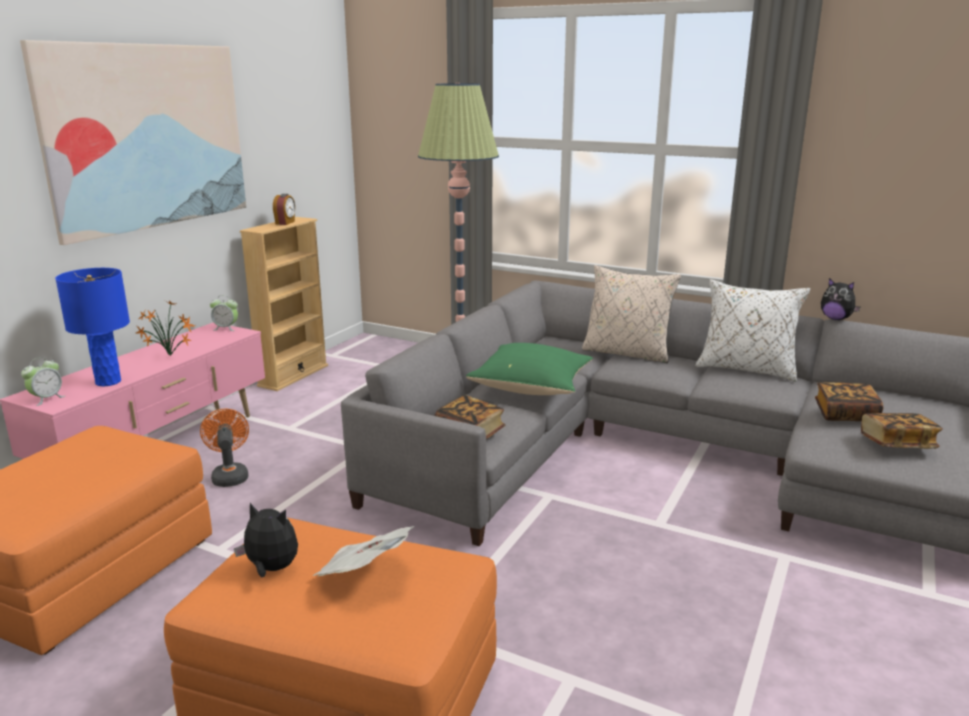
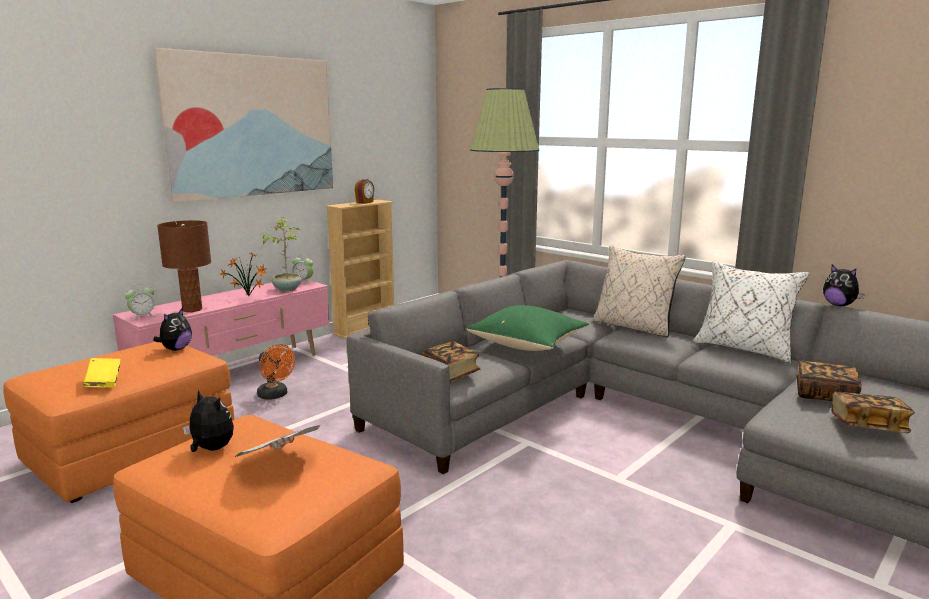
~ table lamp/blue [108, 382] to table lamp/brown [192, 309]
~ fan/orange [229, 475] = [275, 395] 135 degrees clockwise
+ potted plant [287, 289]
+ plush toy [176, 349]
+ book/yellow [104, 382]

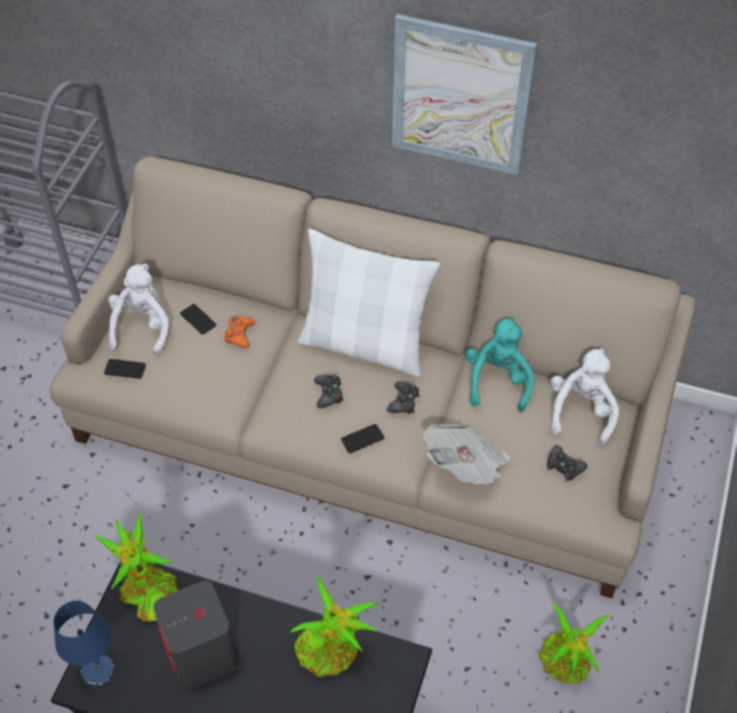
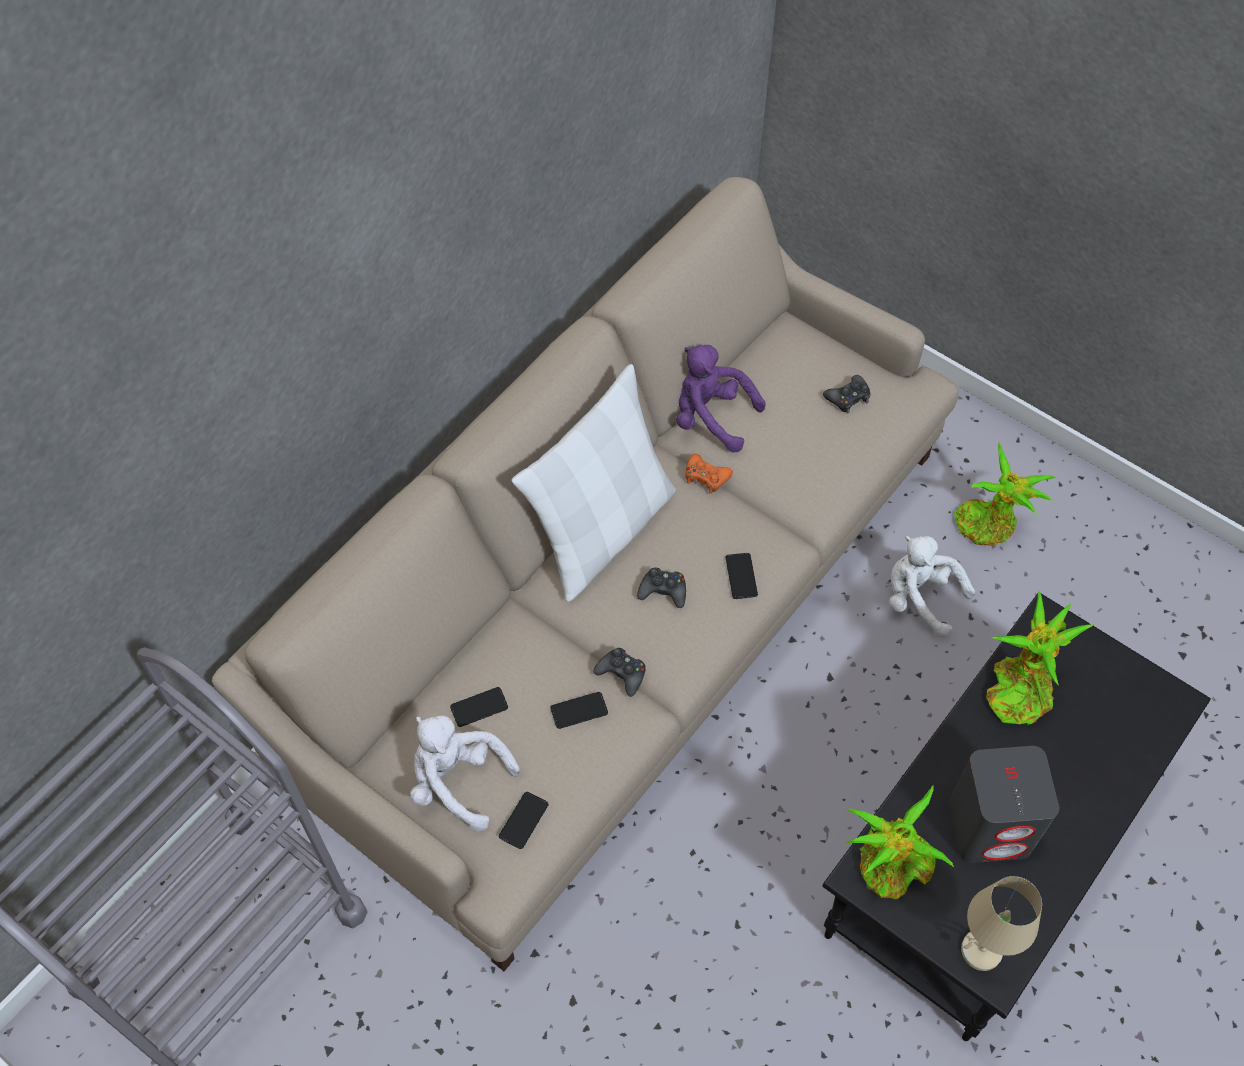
- picture [460, 96]
~ game controller/orange [239, 335] to [706, 477]
~ plush toy/turquoise [498, 380] to plush toy/purple [710, 417]
~ plush toy/white [581, 411] to [920, 598]
~ game controller/black [403, 401] to [622, 673]
- newspaper [466, 465]
~ table lamp/blue [97, 670] to table lamp/beige [980, 951]
+ phone [579, 710]

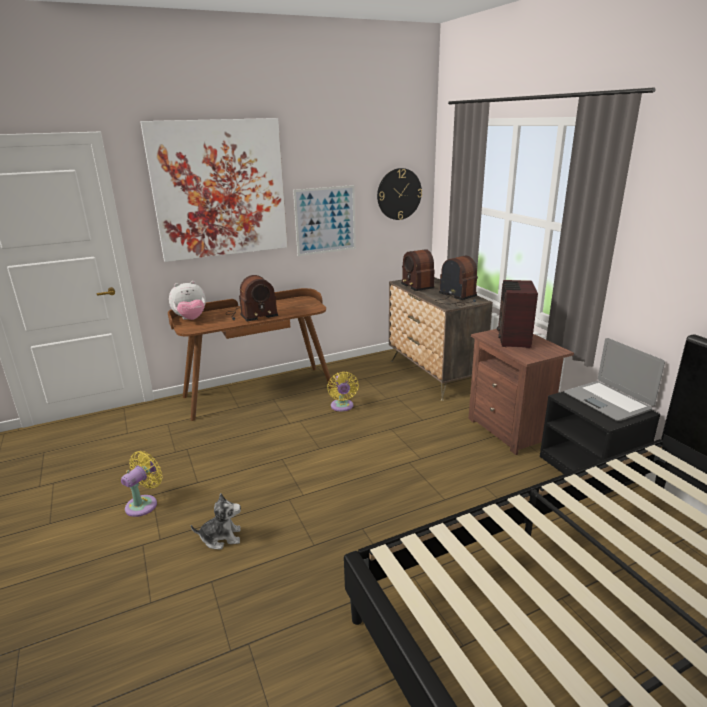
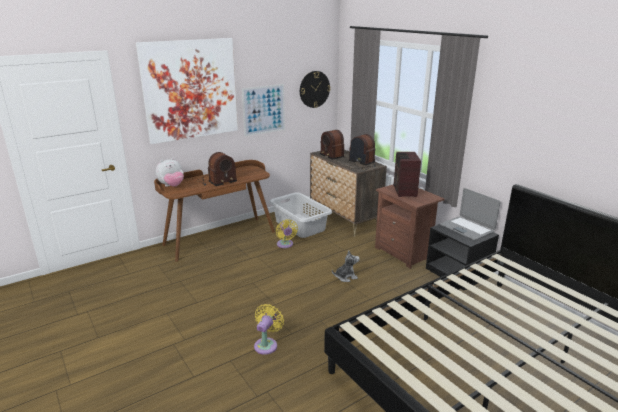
~ fan/yellow [144, 504] to [267, 344]
~ plush toy [221, 537] to [345, 277]
+ laundry basket/grey [300, 225]

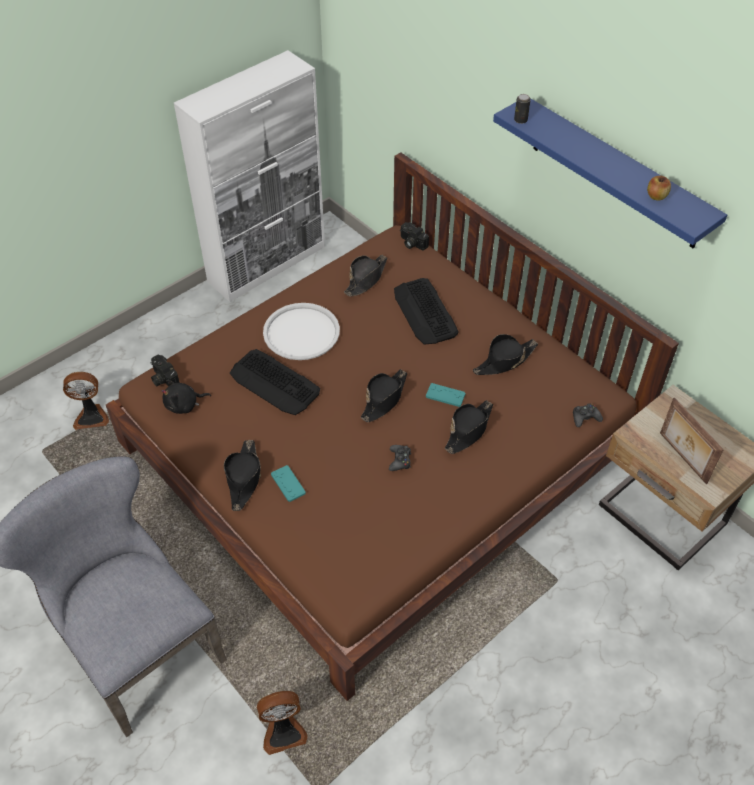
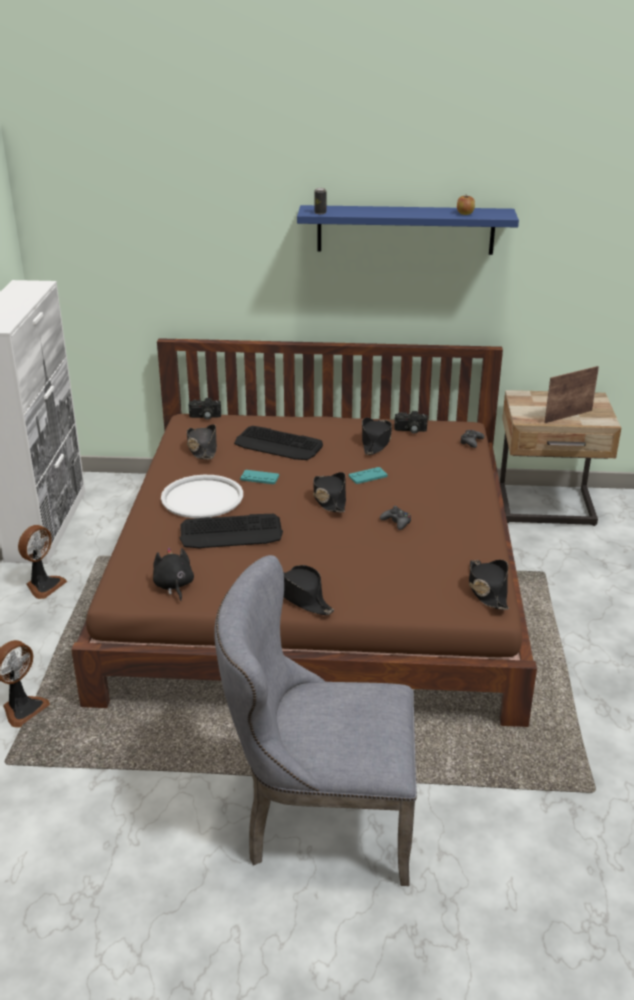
~ photo camera [163, 378] to [410, 430]
~ plush toy/black [184, 405] = [174, 586] 135 degrees clockwise
~ picture frame [682, 458] = [567, 416] 135 degrees clockwise
~ hat/black [469, 430] to [487, 589]
~ game controller/turquoise [288, 484] to [259, 478]
~ fan [283, 731] to [43, 585]

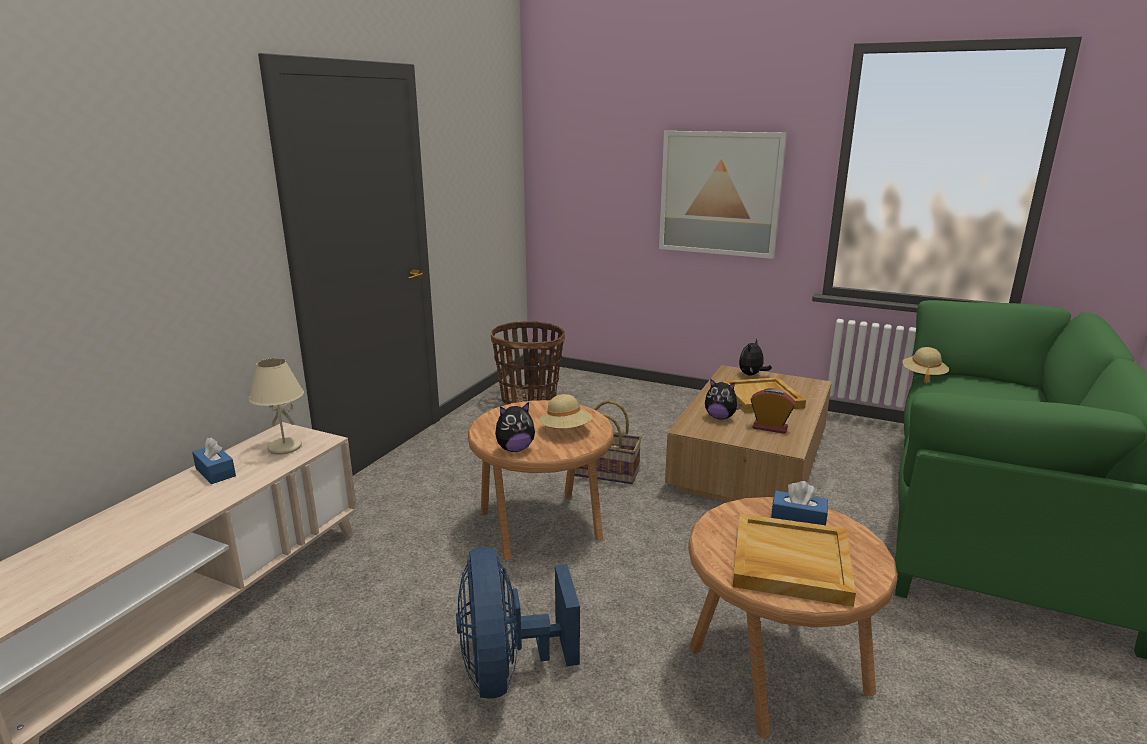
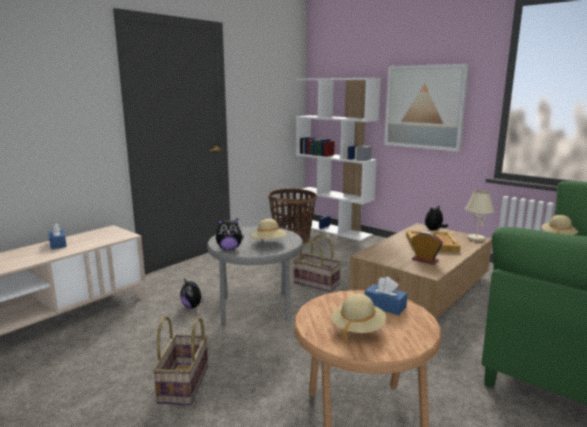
~ table lamp/beige [284, 448] to [476, 239]
~ plush toy [720, 417] to [192, 306]
~ side table/brown [542, 526] to side table/grey [257, 308]
~ tray/beige [789, 563] to hat/beige [358, 329]
~ fan/blue [508, 670] to basket [185, 384]
+ bookcase/white [333, 230]

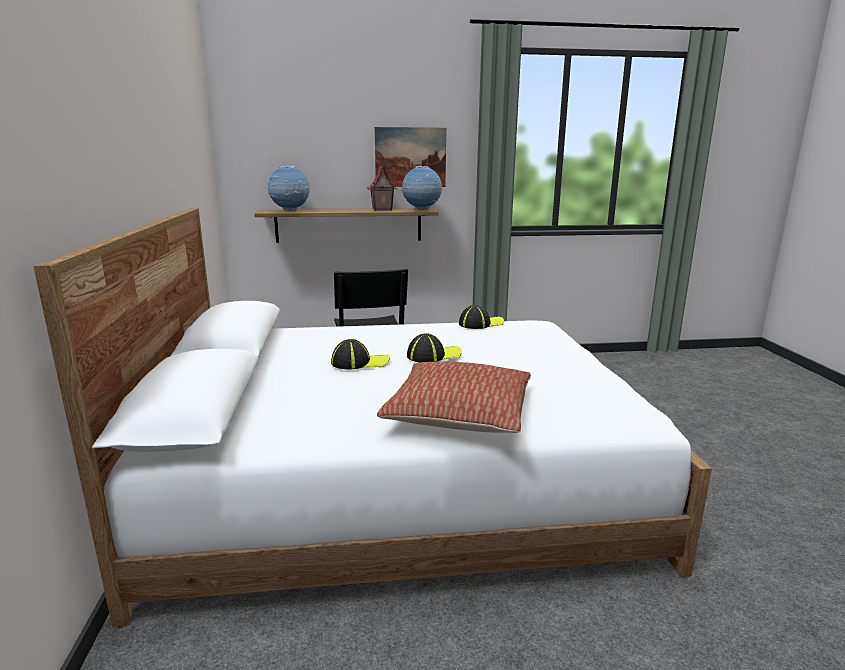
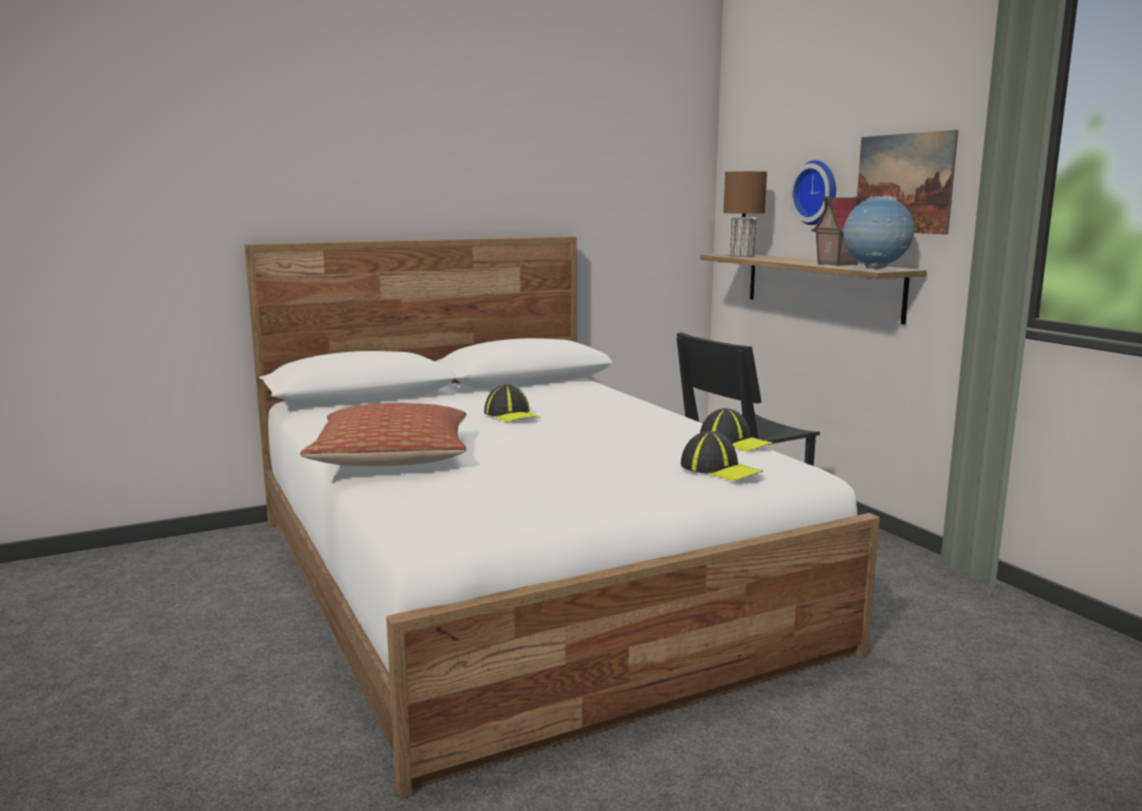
~ globe [290, 211] to table lamp/brown [741, 256]
~ cap [433, 355] to [720, 469]
+ wall clock [817, 192]

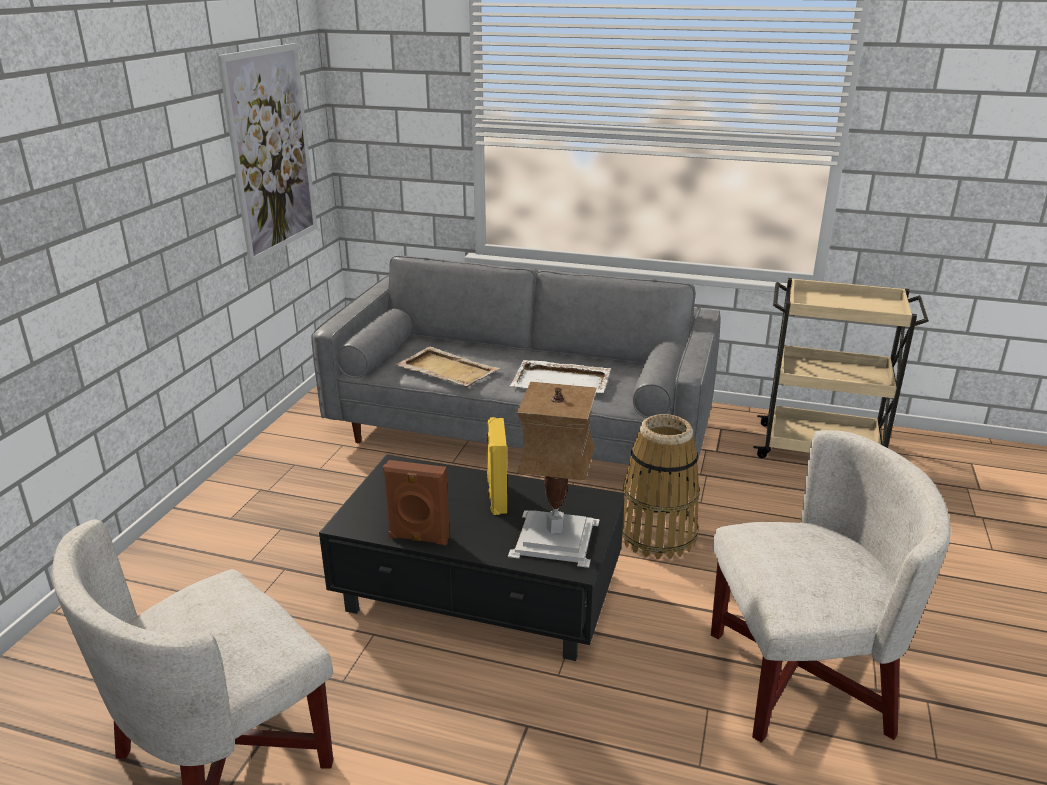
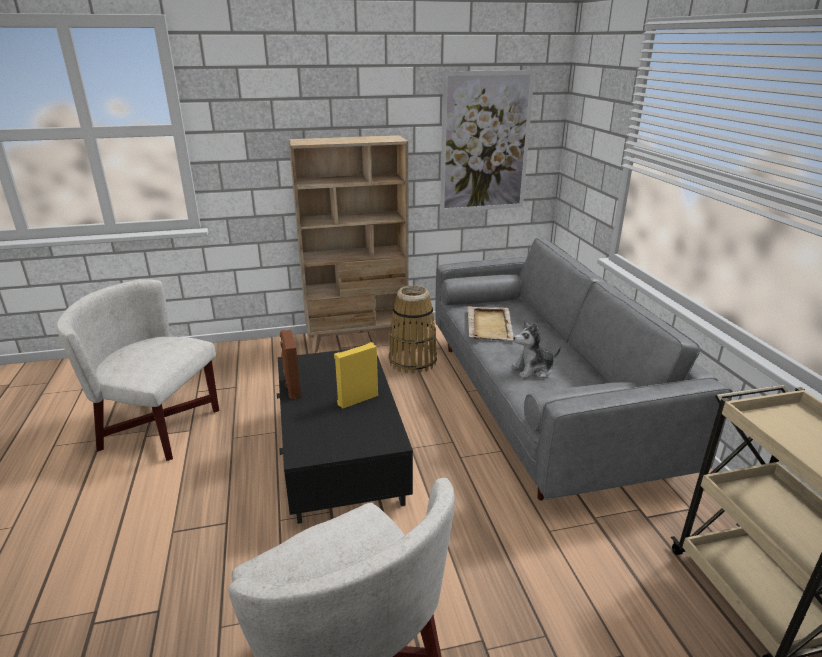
~ tray/white [562, 381] to plush toy [533, 370]
- table lamp [552, 538]
~ basket [657, 535] to [413, 361]
+ bookcase/beige [358, 339]

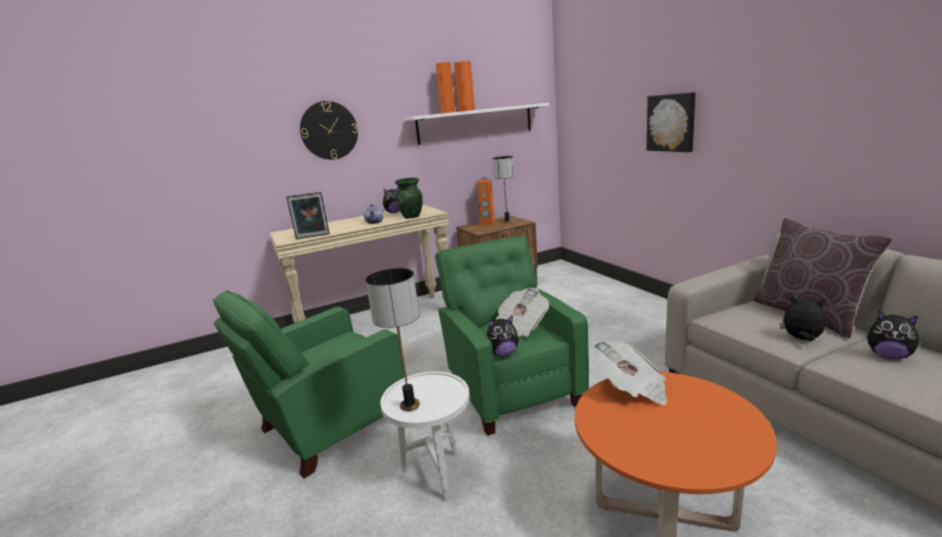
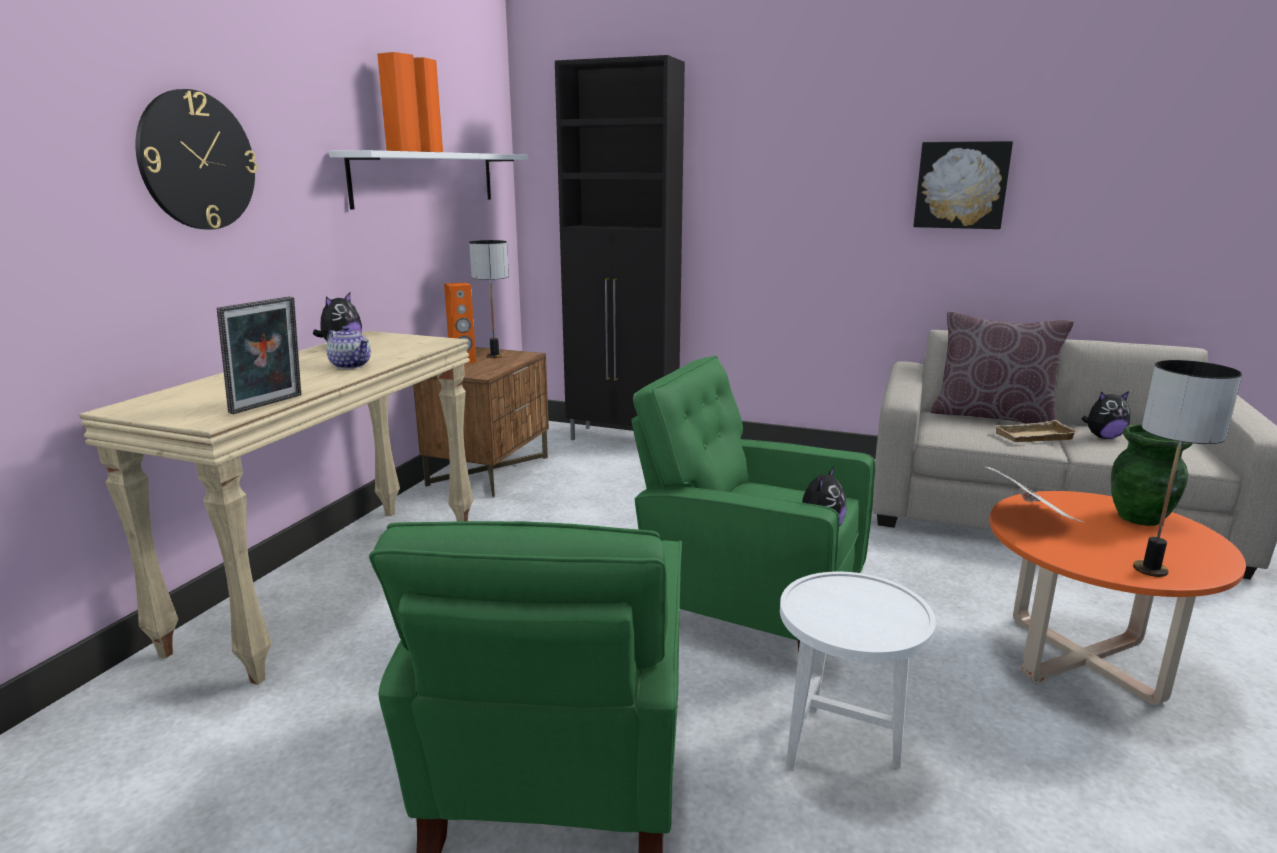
~ picture [671, 122] to [961, 185]
~ vase/green [412, 216] to [1140, 518]
~ table lamp [409, 405] to [1150, 570]
- newspaper [520, 327]
~ plush toy [801, 339] to tray/beige [1034, 438]
+ cabinet/black [623, 439]

